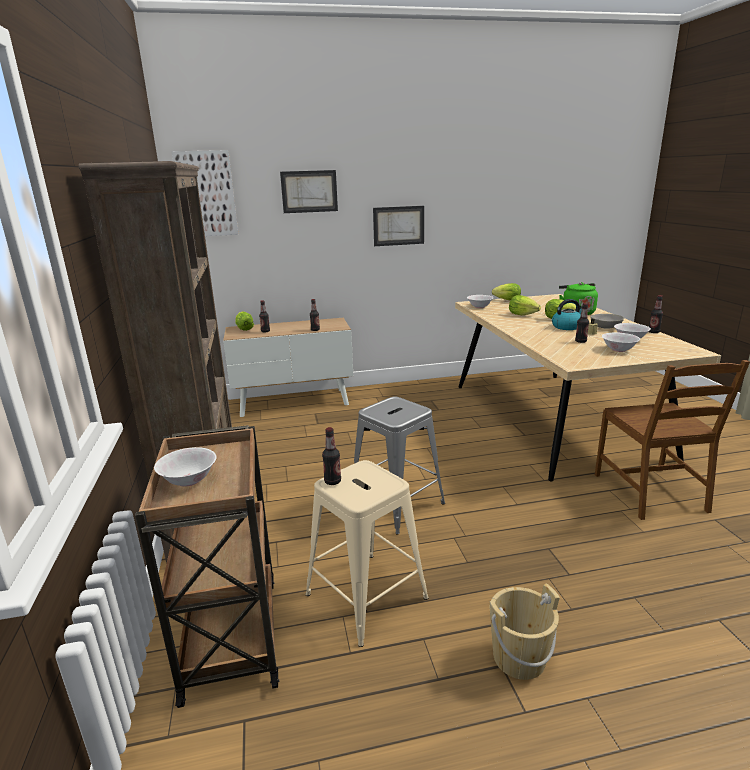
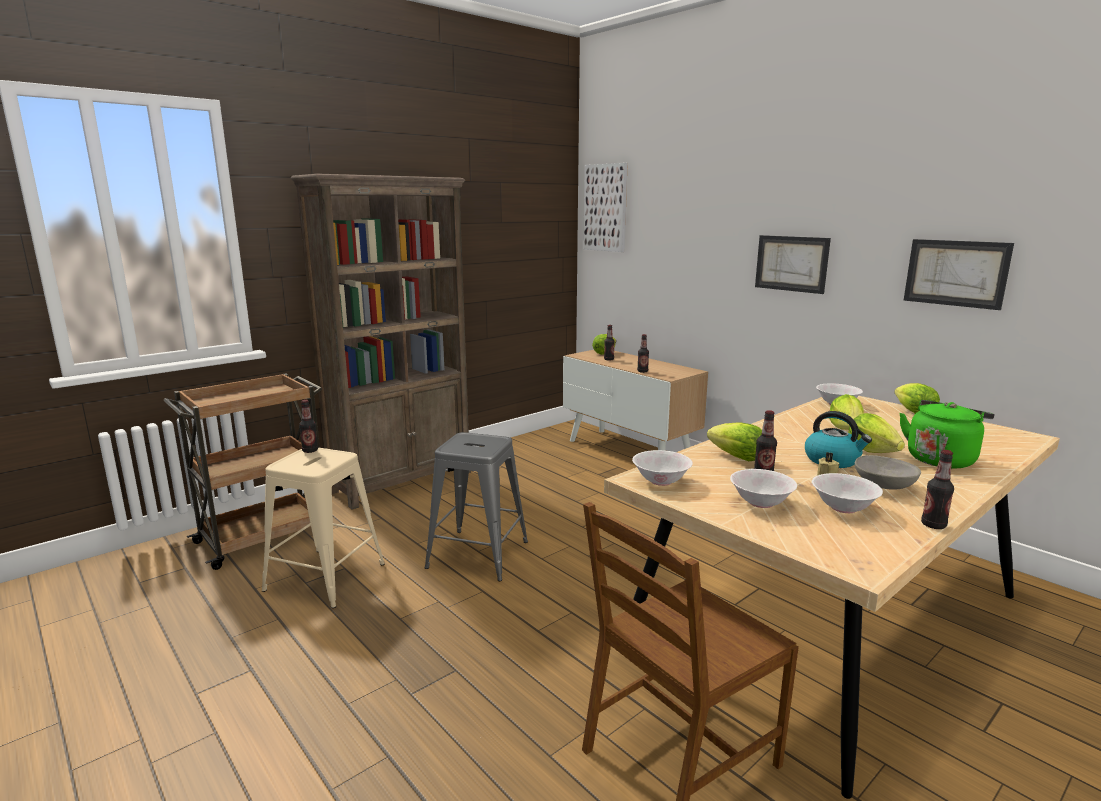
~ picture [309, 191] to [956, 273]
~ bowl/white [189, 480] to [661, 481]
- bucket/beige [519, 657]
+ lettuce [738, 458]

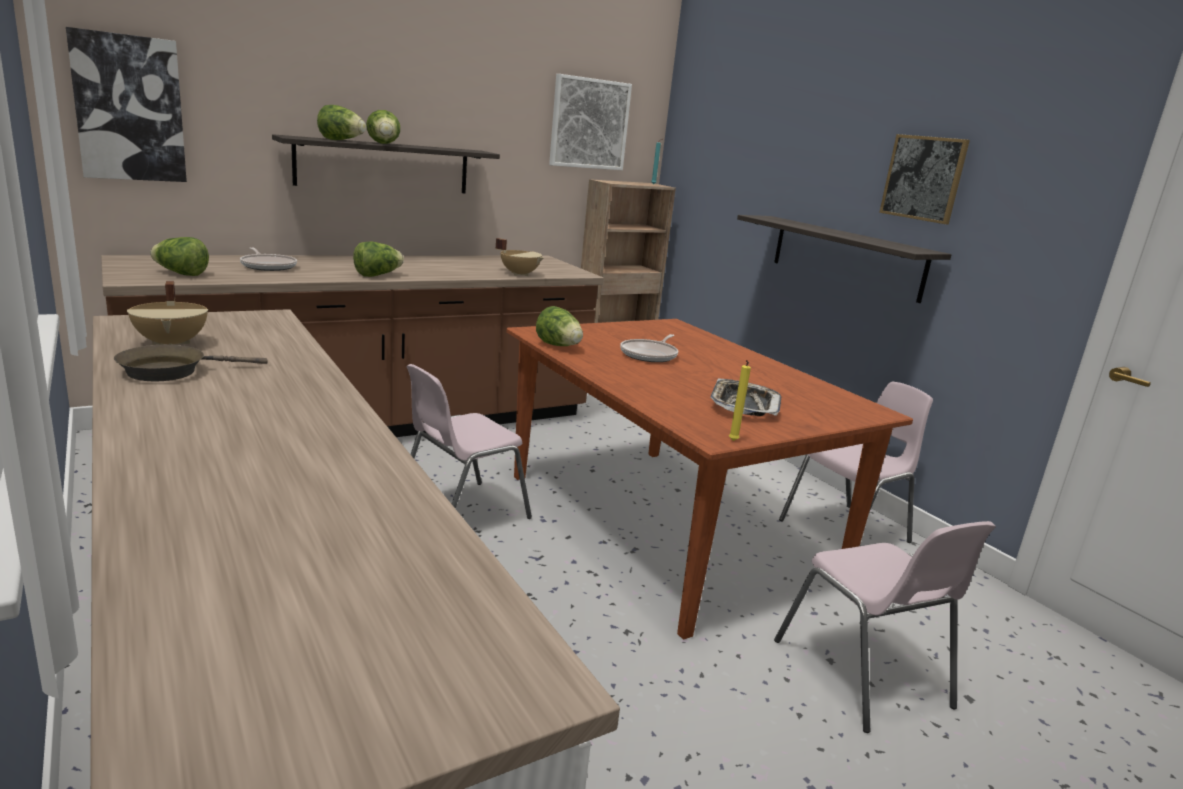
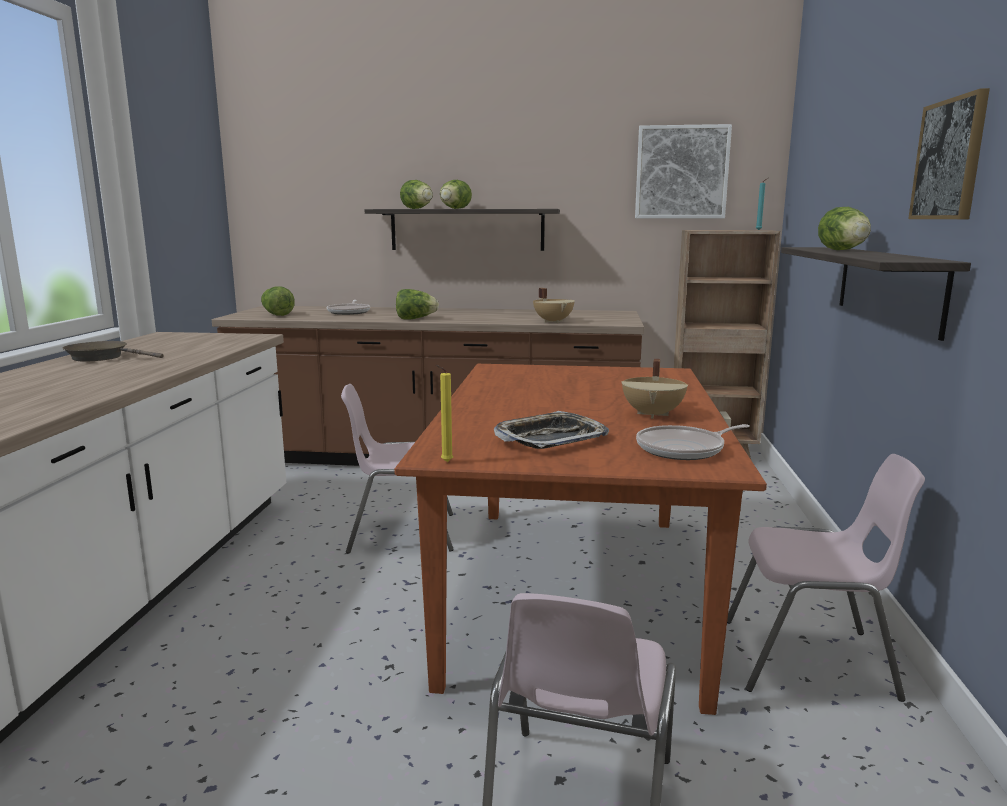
- picture [129, 108]
~ cooking pot/beige [173, 343] to [654, 414]
~ lettuce [559, 346] to [844, 250]
~ frying pan [650, 355] to [684, 449]

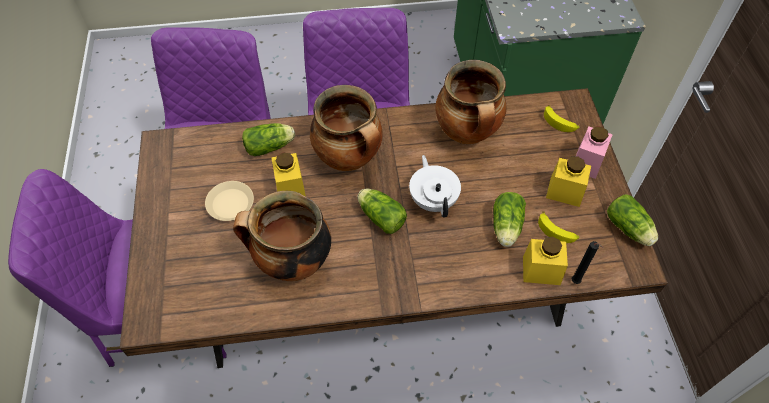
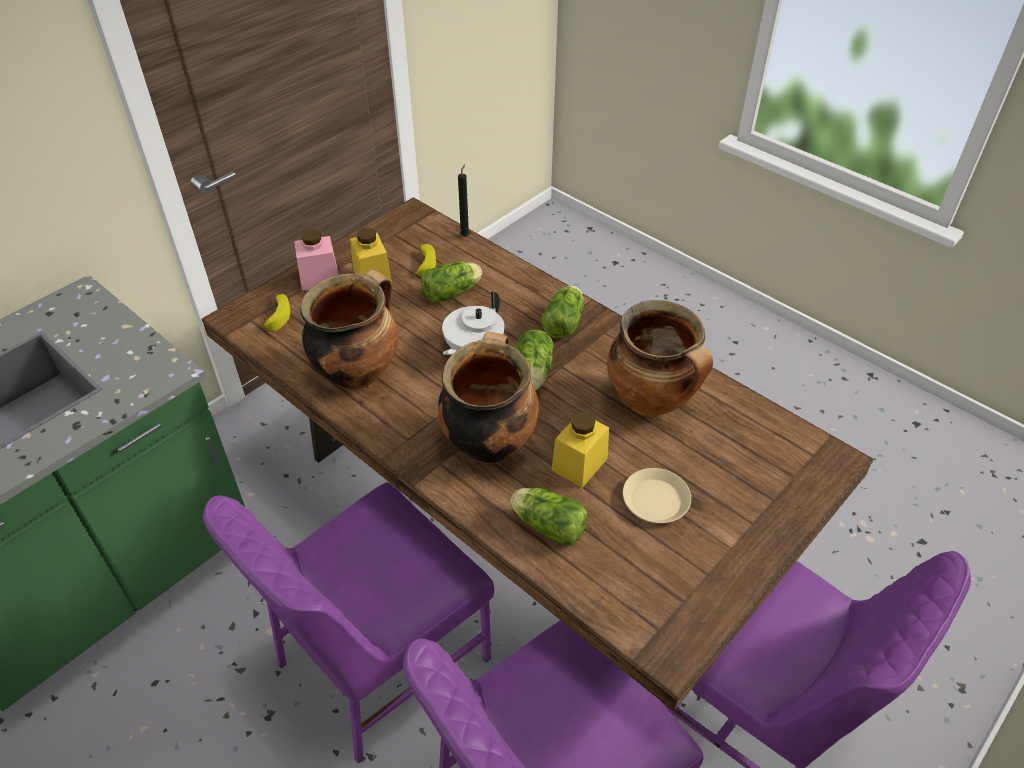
~ lettuce [629, 229] to [564, 322]
- jar/yellow [541, 270]

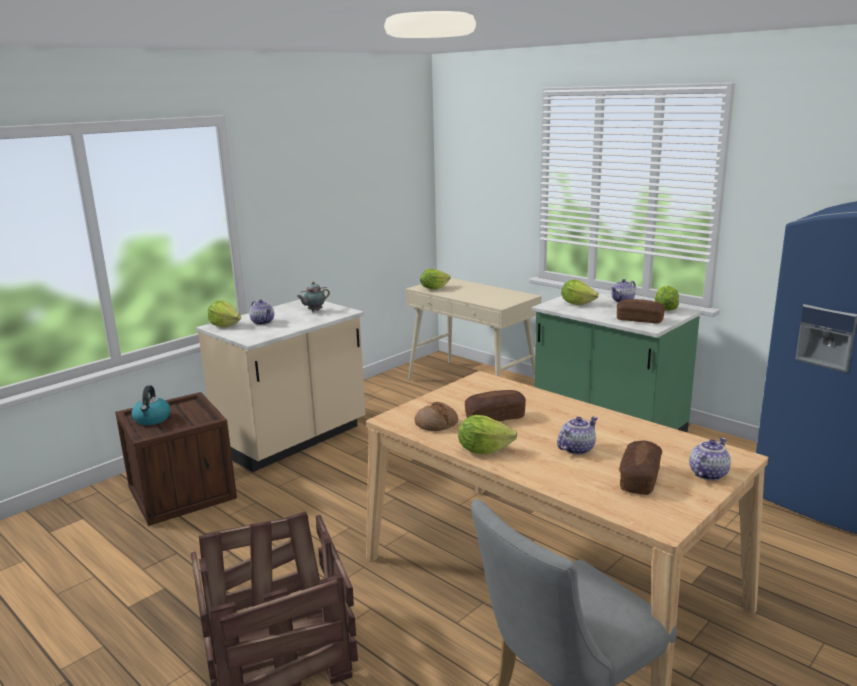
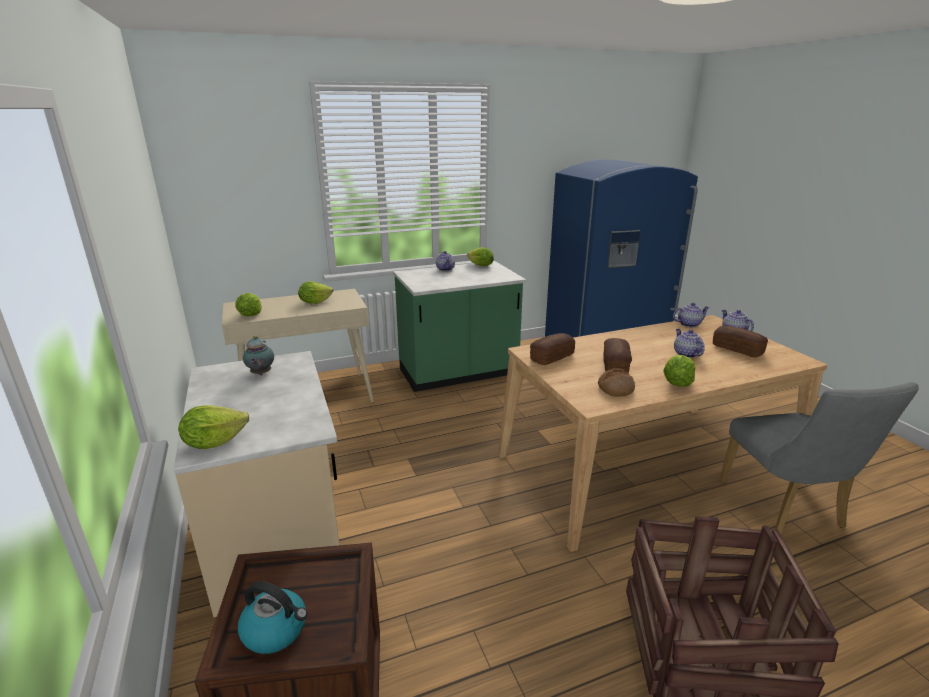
~ lettuce [577, 303] to [315, 302]
~ bread [639, 320] to [552, 357]
~ teapot [263, 322] to [688, 324]

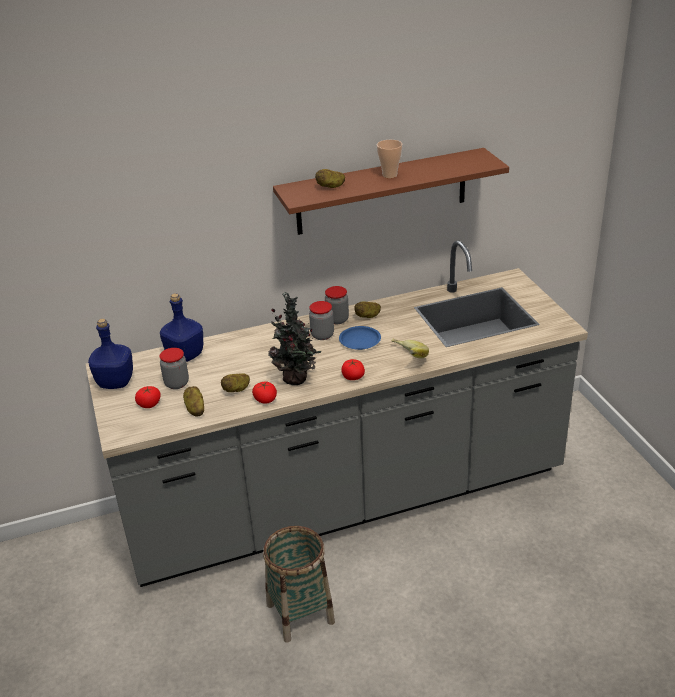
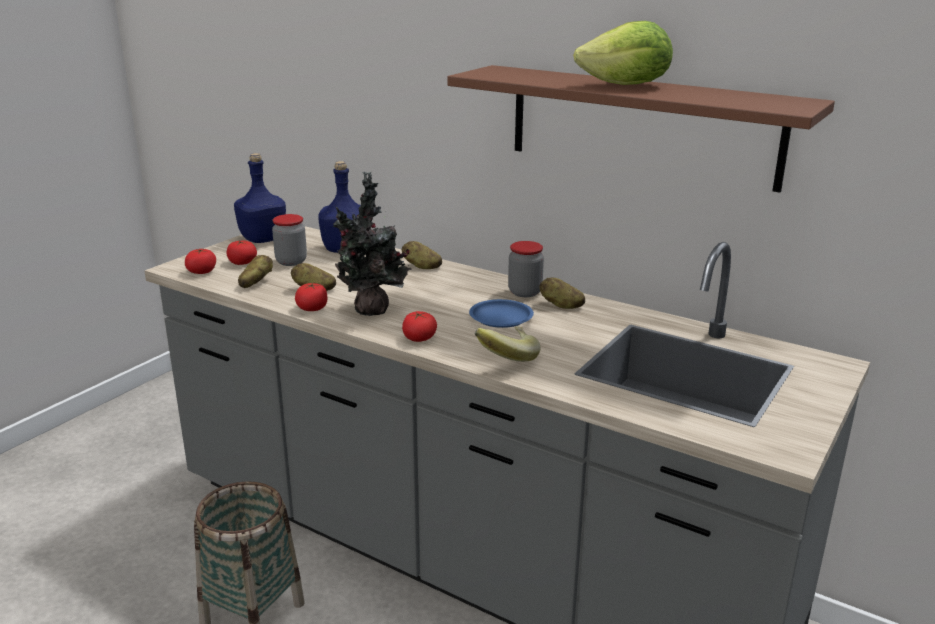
~ cup [389, 175] to lettuce [626, 85]
~ potato [331, 187] to [421, 266]
- jar [322, 335]
+ tomato [202, 271]

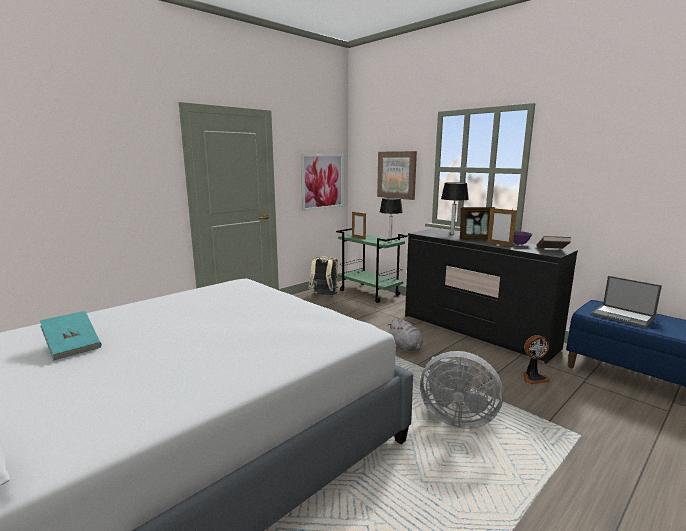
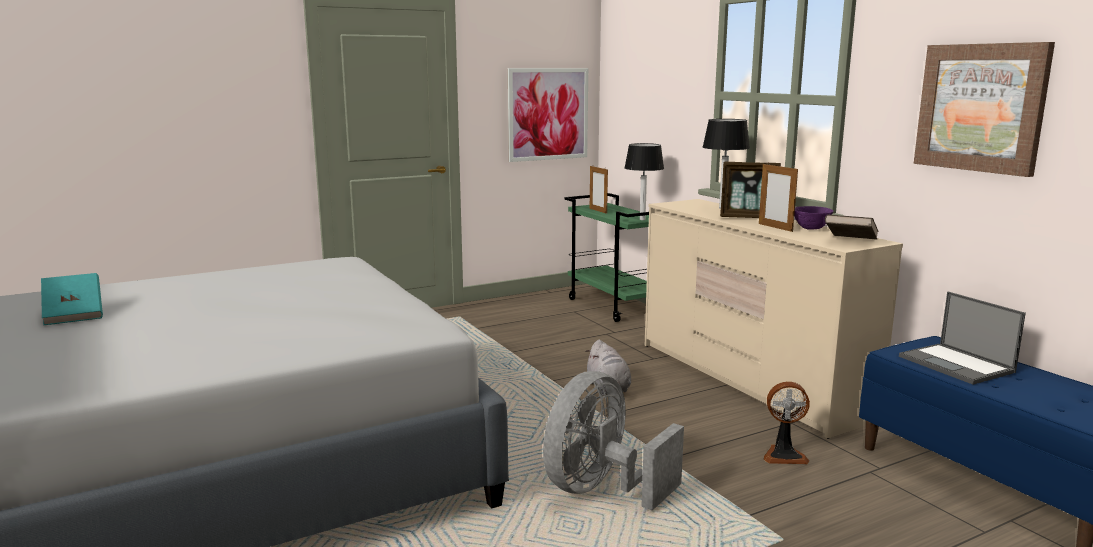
~ picture [397, 175] to [981, 107]
~ dresser/black [476, 332] to dresser/beige [749, 380]
- backpack/beige [324, 295]
~ fan/grey [455, 418] = [601, 489] 90 degrees clockwise

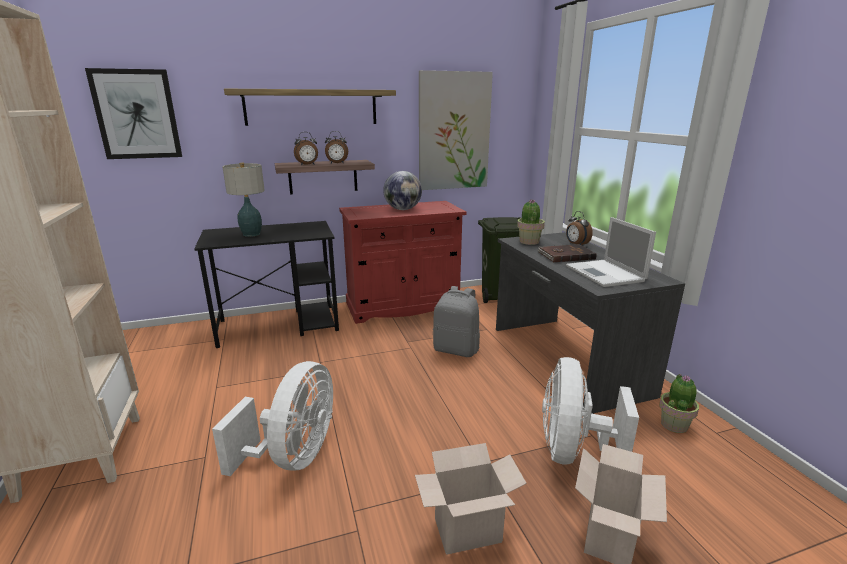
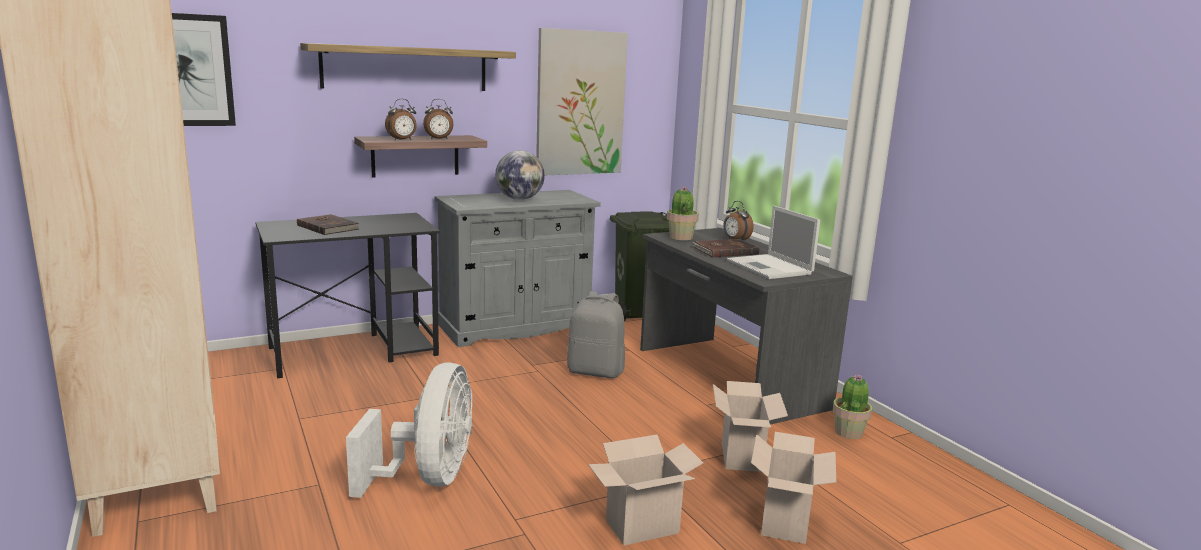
~ table lamp [251, 234] to book/brown [328, 227]
~ cabinet/red [403, 306] to cabinet/grey [515, 326]
~ fan/white [573, 450] to cardboard box [743, 458]

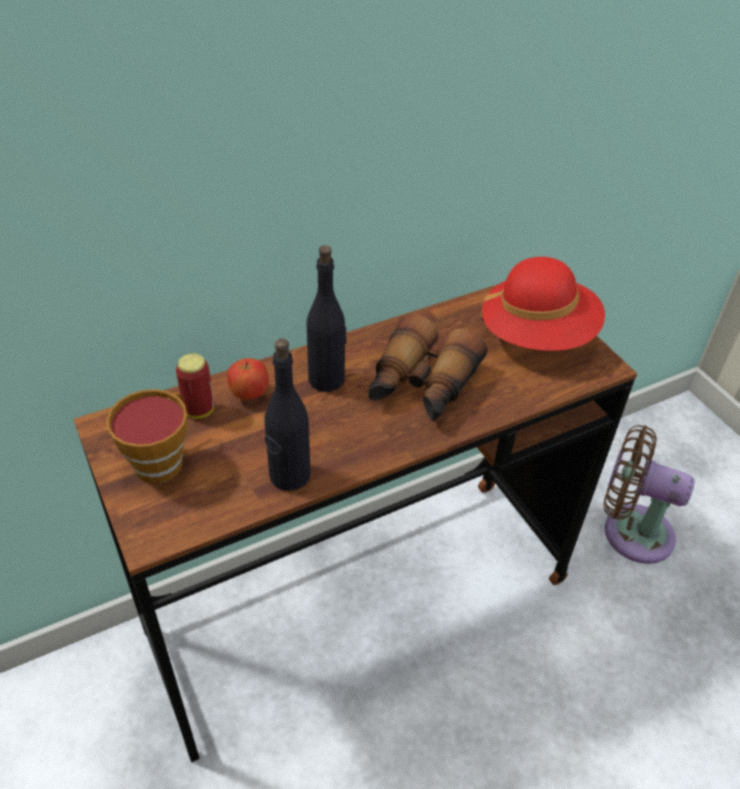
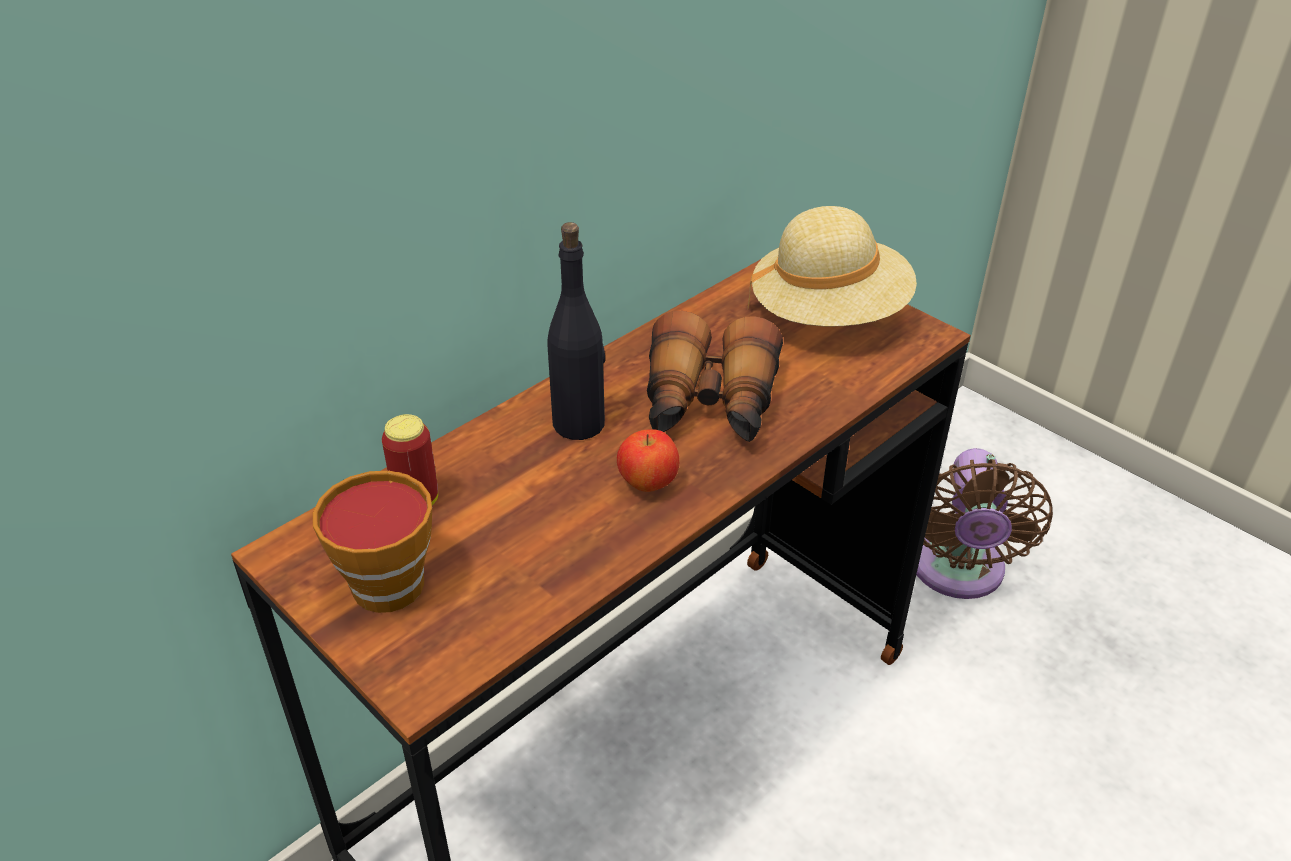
~ hat/red [537, 334] to hat/beige [828, 314]
- bottle/black [289, 475]
~ apple [249, 394] to [647, 484]
~ fan/brown [630, 531] = [957, 573] 90 degrees counterclockwise

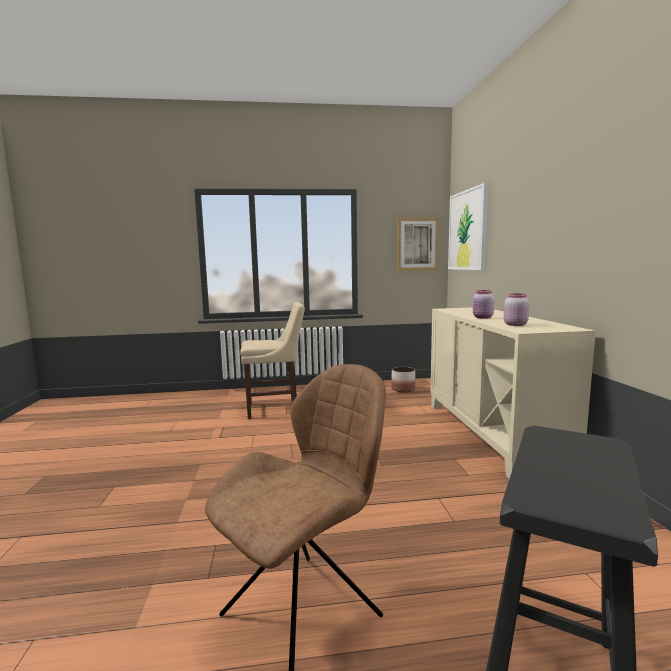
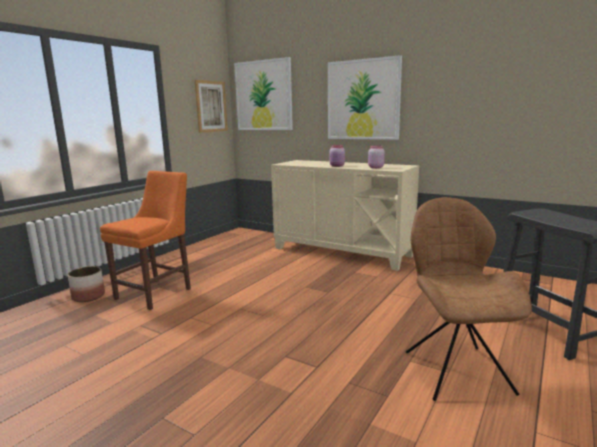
~ chair/beige [275, 409] to chair/orange [156, 292]
~ planter [403, 389] to [88, 296]
+ picture [363, 100]

